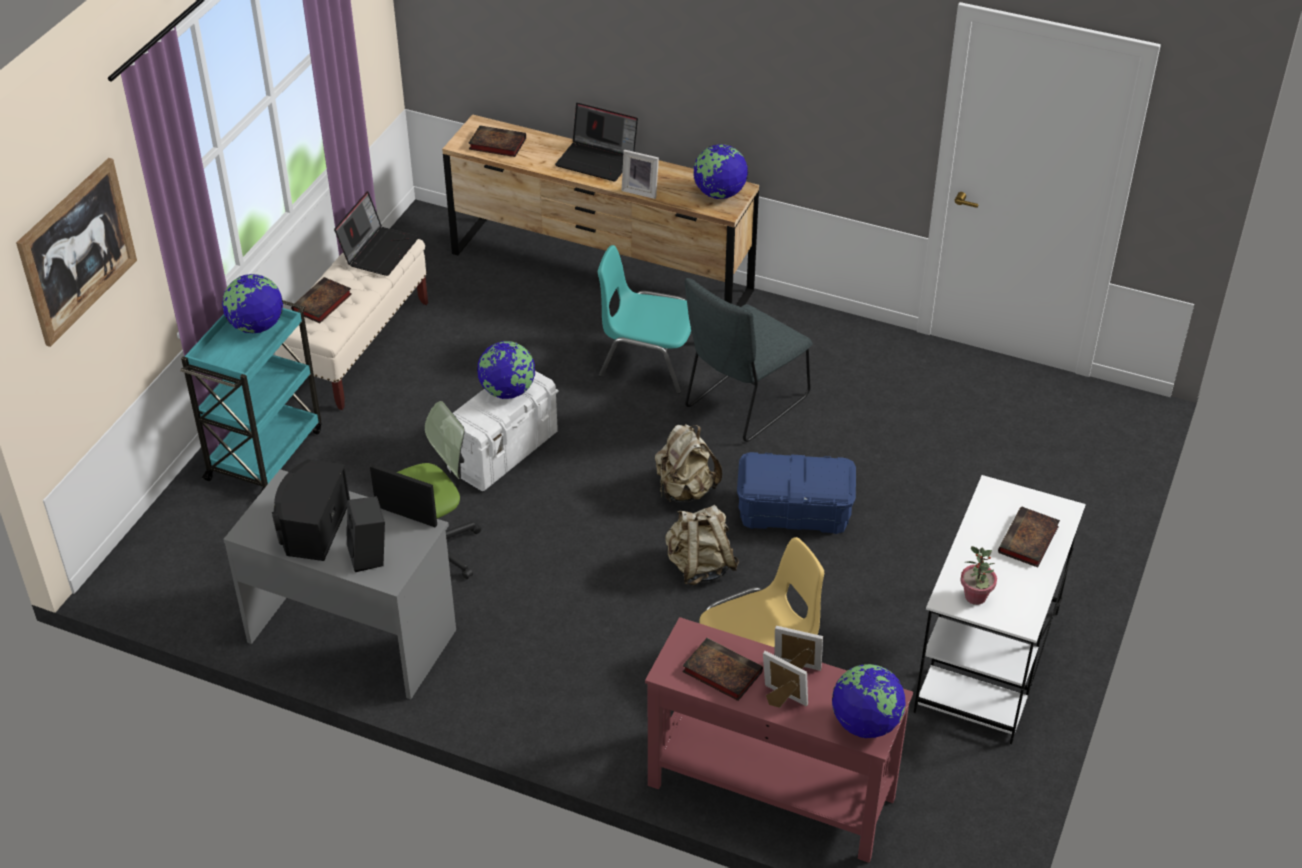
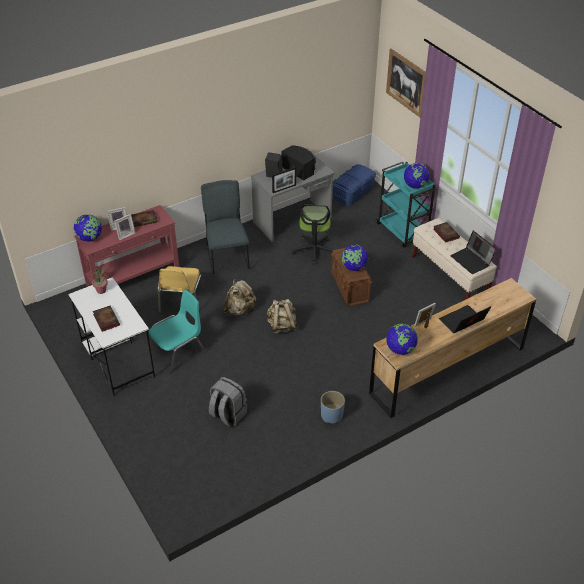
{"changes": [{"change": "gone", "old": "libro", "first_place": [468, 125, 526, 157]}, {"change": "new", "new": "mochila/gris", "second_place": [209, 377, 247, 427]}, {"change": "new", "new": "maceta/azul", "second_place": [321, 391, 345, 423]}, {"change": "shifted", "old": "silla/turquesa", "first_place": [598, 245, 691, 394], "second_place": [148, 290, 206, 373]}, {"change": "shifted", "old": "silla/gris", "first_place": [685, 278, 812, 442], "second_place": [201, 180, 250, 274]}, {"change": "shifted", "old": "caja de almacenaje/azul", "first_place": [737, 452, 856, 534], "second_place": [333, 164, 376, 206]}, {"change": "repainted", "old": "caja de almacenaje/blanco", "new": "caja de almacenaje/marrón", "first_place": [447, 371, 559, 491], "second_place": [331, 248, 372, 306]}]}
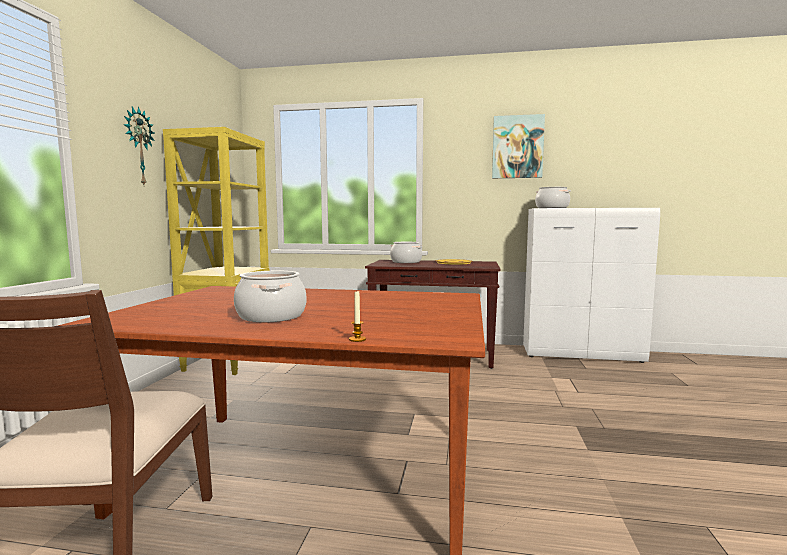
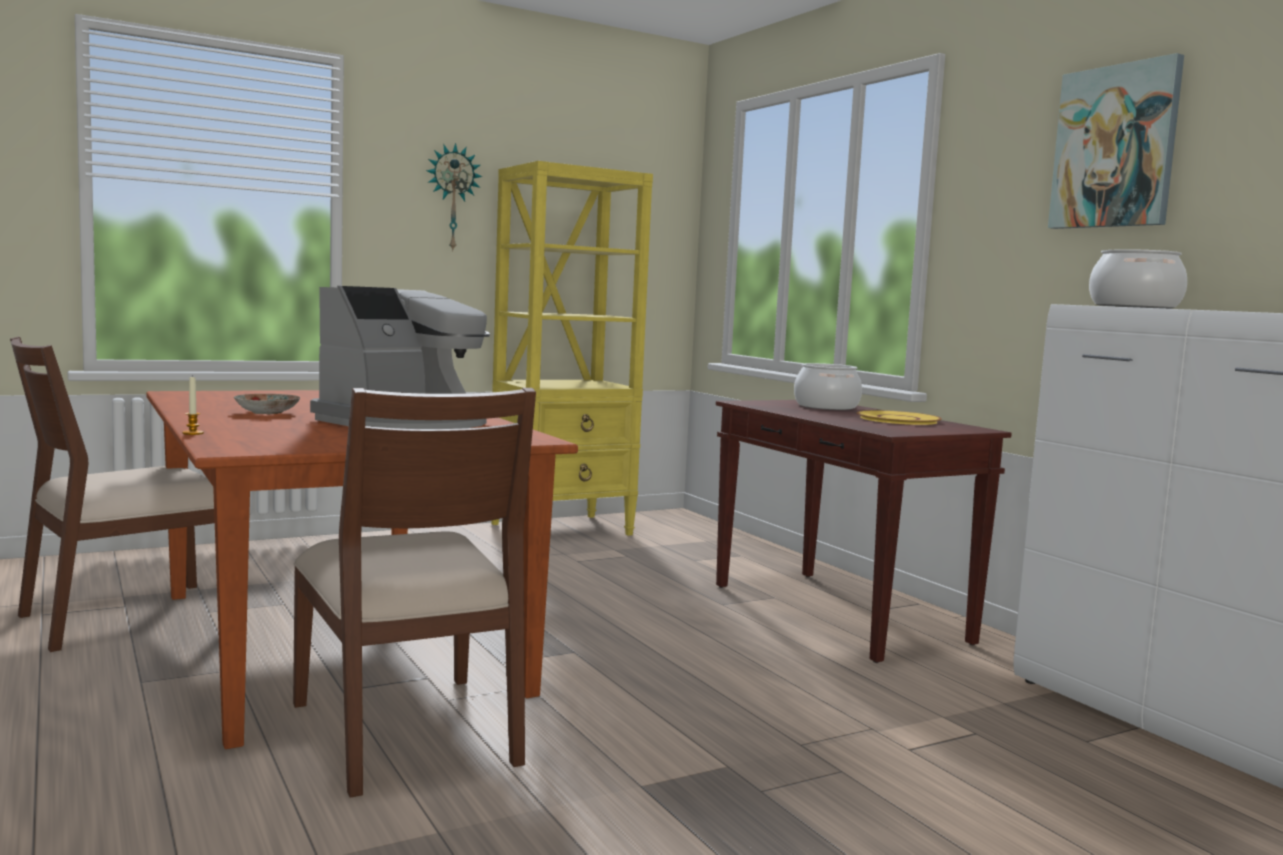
{"changes": [{"change": "new", "new": "silla/marrón", "second_place": [293, 388, 536, 798]}, {"change": "new", "new": "cafetera", "second_place": [310, 286, 490, 429]}, {"change": "swapped", "old": "olla", "new": "plato", "first_place": [234, 271, 307, 323], "second_place": [234, 394, 300, 414]}]}
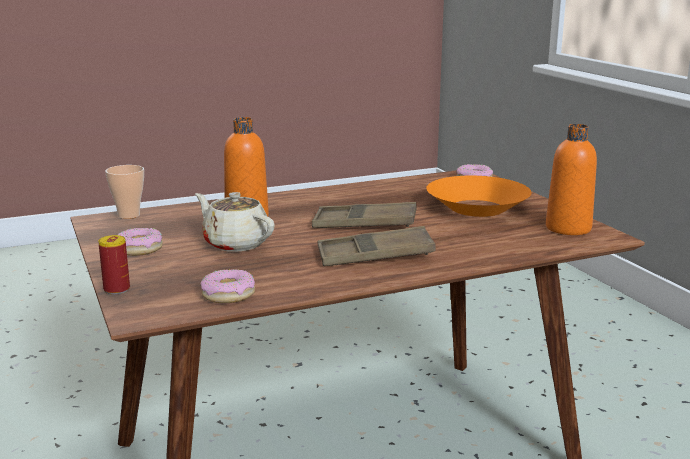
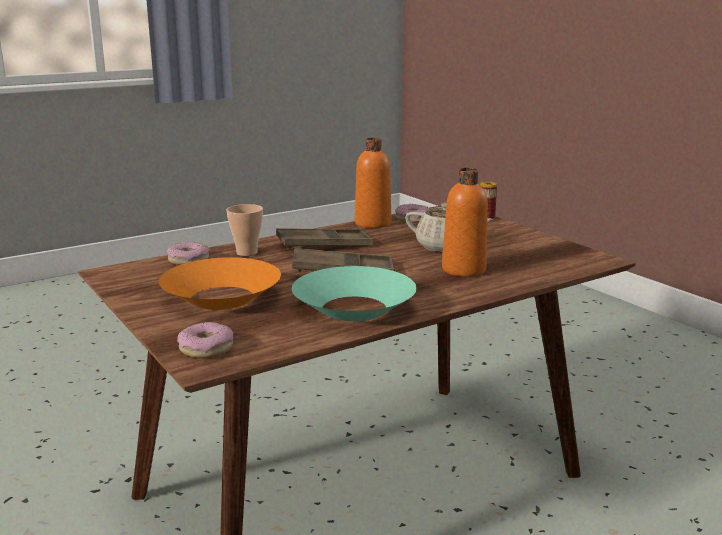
{"changes": [{"change": "new", "new": "cuenco/turquesa", "second_place": [292, 266, 417, 321]}, {"change": "shifted", "old": "taza", "first_place": [105, 165, 144, 219], "second_place": [227, 204, 263, 256]}, {"change": "shifted", "old": "rosquilla", "first_place": [117, 228, 163, 256], "second_place": [167, 242, 210, 265]}, {"change": "shifted", "old": "botella/naranja", "first_place": [546, 124, 597, 235], "second_place": [355, 138, 391, 228]}]}
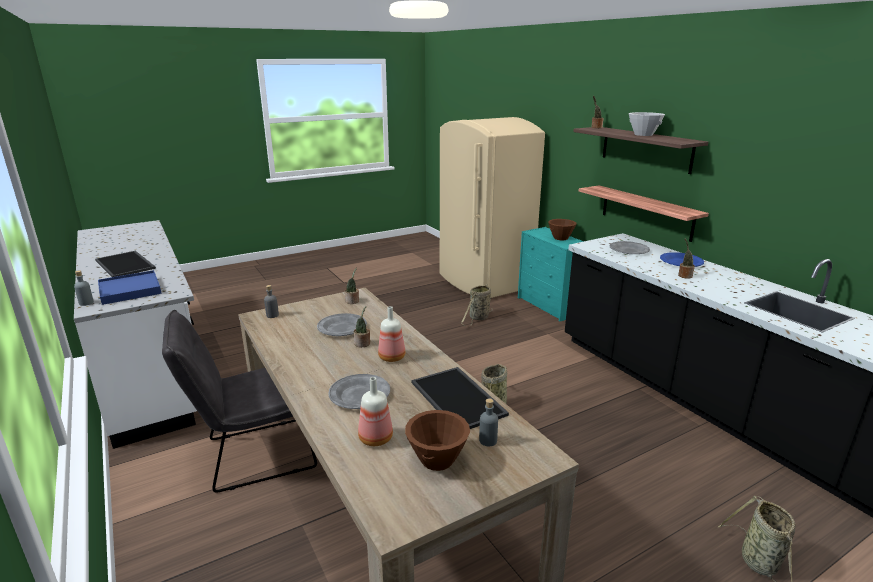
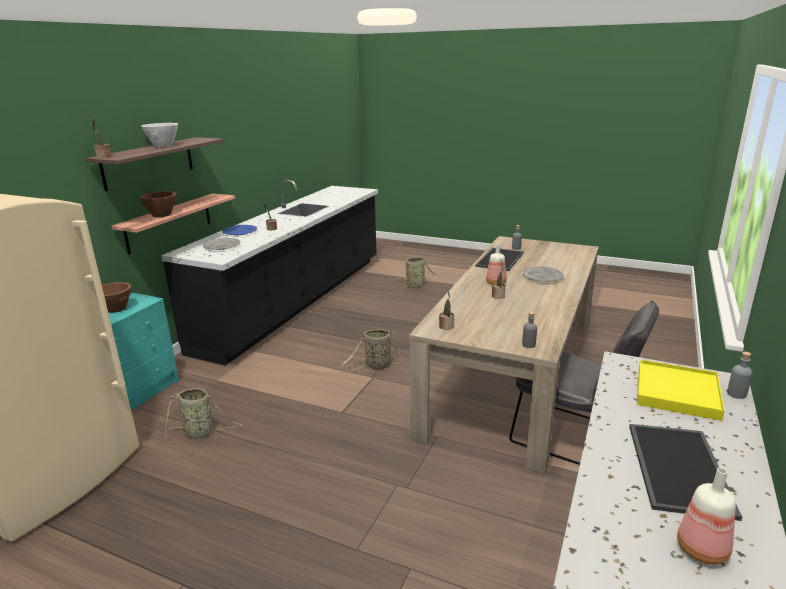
{"changes": [{"change": "gone", "old": "plato/gris", "first_place": [317, 313, 367, 336]}, {"change": "shifted", "old": "botella", "first_place": [358, 377, 393, 446], "second_place": [677, 467, 736, 565]}, {"change": "shifted", "old": "cuenco/marrón", "first_place": [405, 410, 470, 471], "second_place": [140, 191, 177, 217]}, {"change": "repainted", "old": "bandeja/azul", "new": "bandeja/amarillo", "first_place": [98, 270, 162, 305], "second_place": [637, 360, 725, 421]}]}
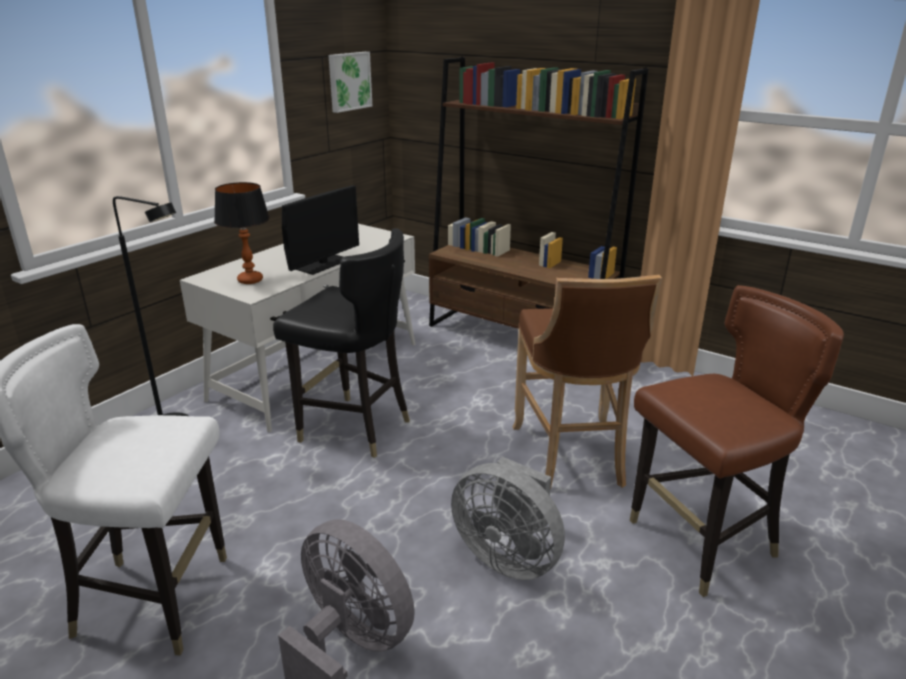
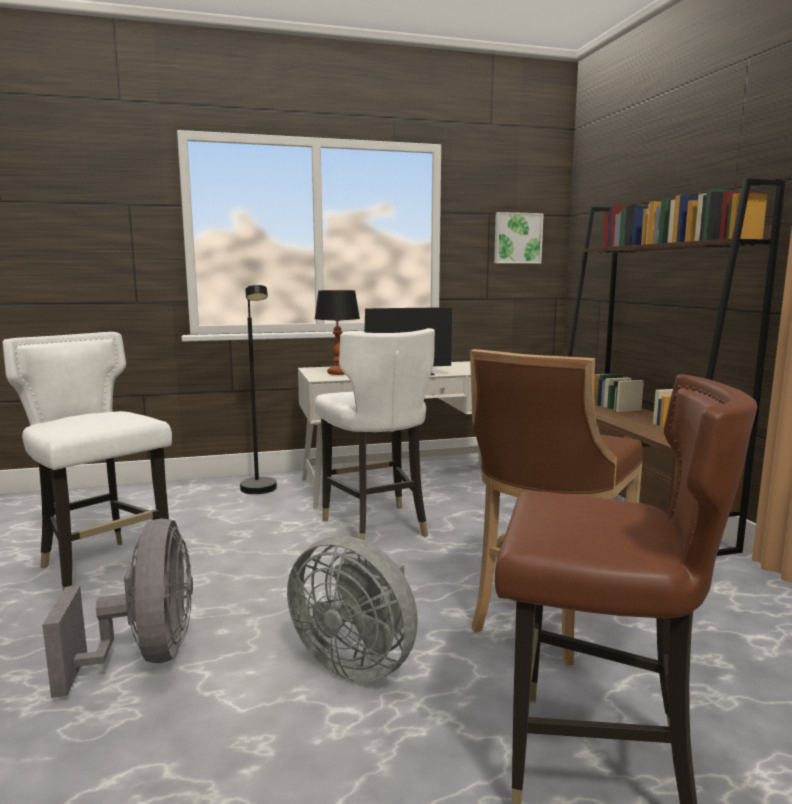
{"changes": [{"change": "repainted", "old": "silla/negro", "new": "silla/blanco", "first_place": [273, 229, 410, 458], "second_place": [314, 328, 435, 540]}, {"change": "rotated", "old": "ventilador/gris", "first_place": [451, 457, 565, 580], "second_place": [287, 536, 418, 682], "degrees": -45}]}
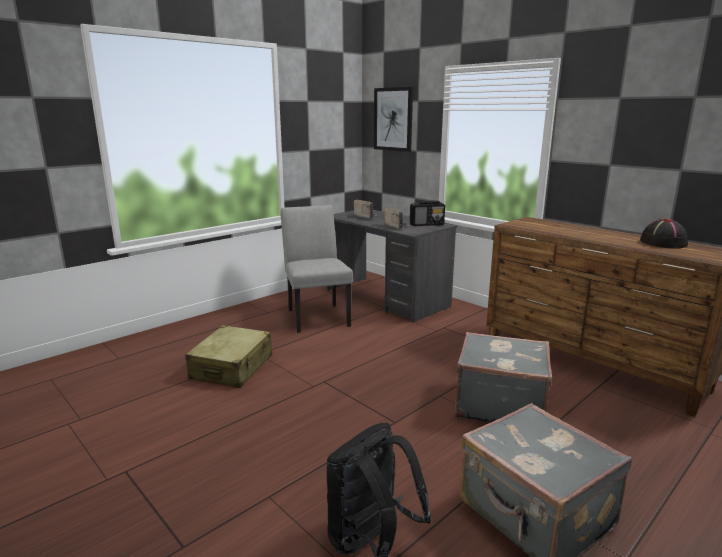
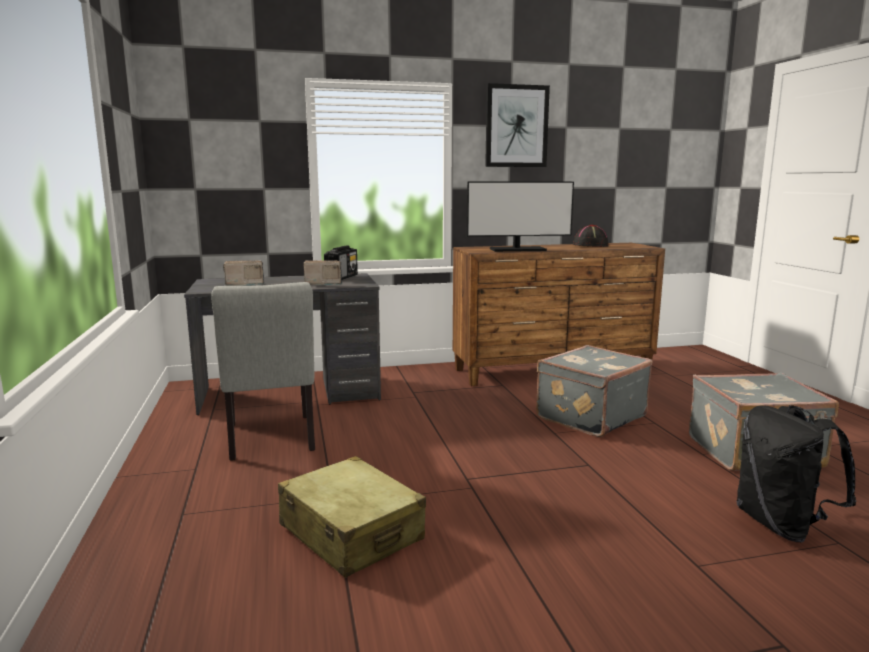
{"changes": [{"change": "new", "new": "monitor", "second_place": [467, 182, 574, 252]}, {"change": "shifted", "old": "cuadro", "first_place": [374, 87, 413, 152], "second_place": [485, 83, 550, 167]}, {"change": "rotated", "old": "silla/gris", "first_place": [280, 205, 353, 333], "second_place": [211, 282, 315, 460], "degrees": -120}]}
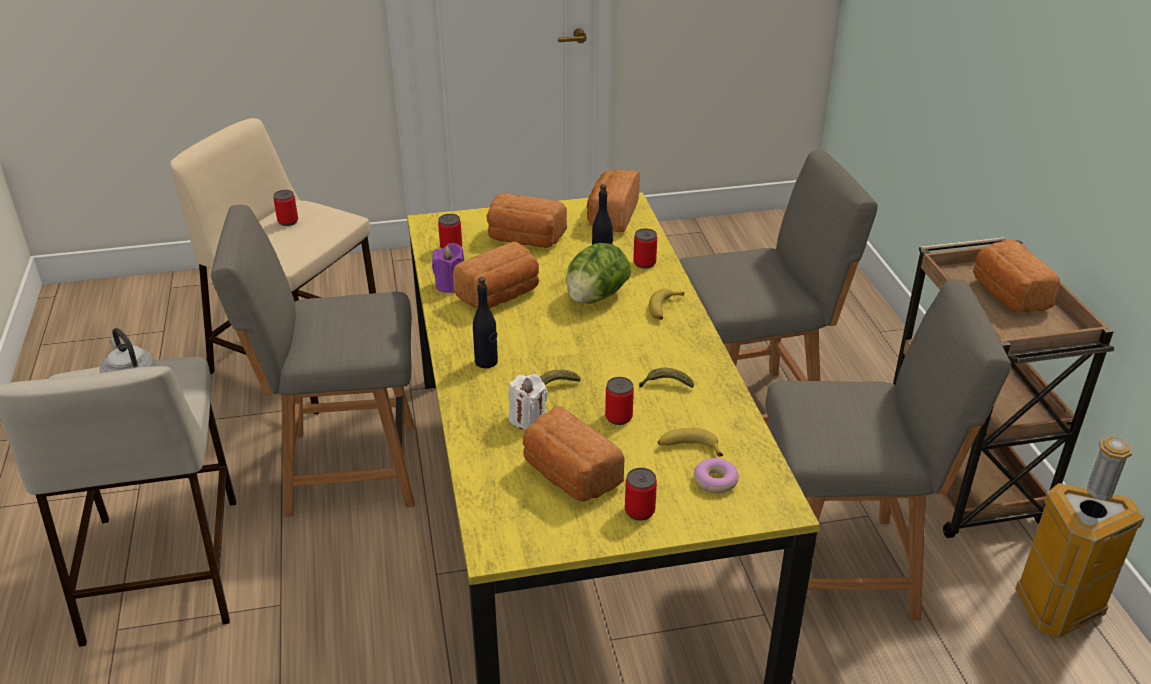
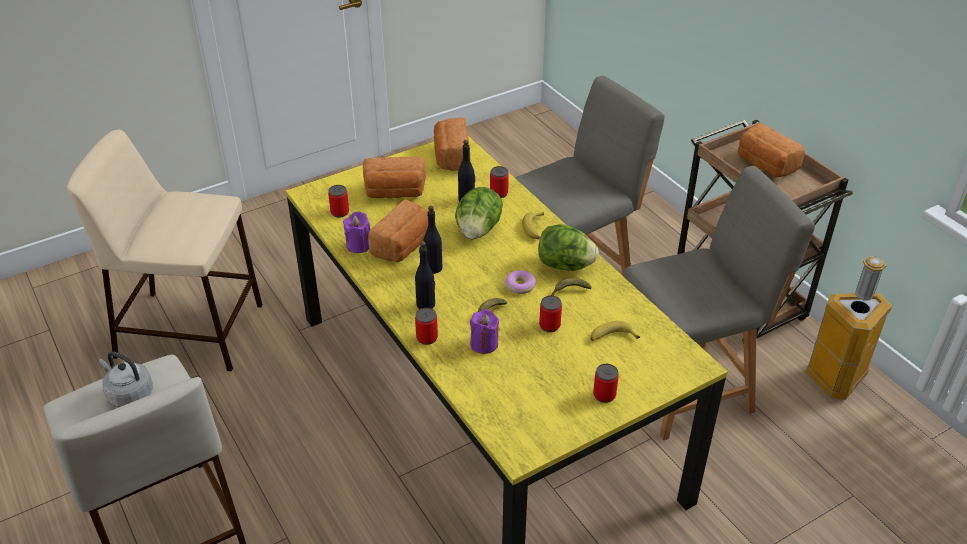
{"changes": [{"change": "gone", "old": "silla/gris", "first_place": [211, 205, 414, 517]}, {"change": "gone", "old": "pan", "first_place": [523, 406, 625, 502]}, {"change": "new", "new": "botella/negro", "second_place": [423, 206, 442, 274]}, {"change": "new", "new": "lechuga", "second_place": [538, 224, 599, 271]}, {"change": "shifted", "old": "lata", "first_place": [274, 190, 298, 226], "second_place": [415, 308, 438, 345]}, {"change": "shifted", "old": "rosquilla", "first_place": [694, 458, 739, 493], "second_place": [505, 270, 536, 294]}, {"change": "repainted", "old": "vela/blanco", "new": "vela/morado", "first_place": [508, 374, 548, 430], "second_place": [470, 309, 499, 354]}]}
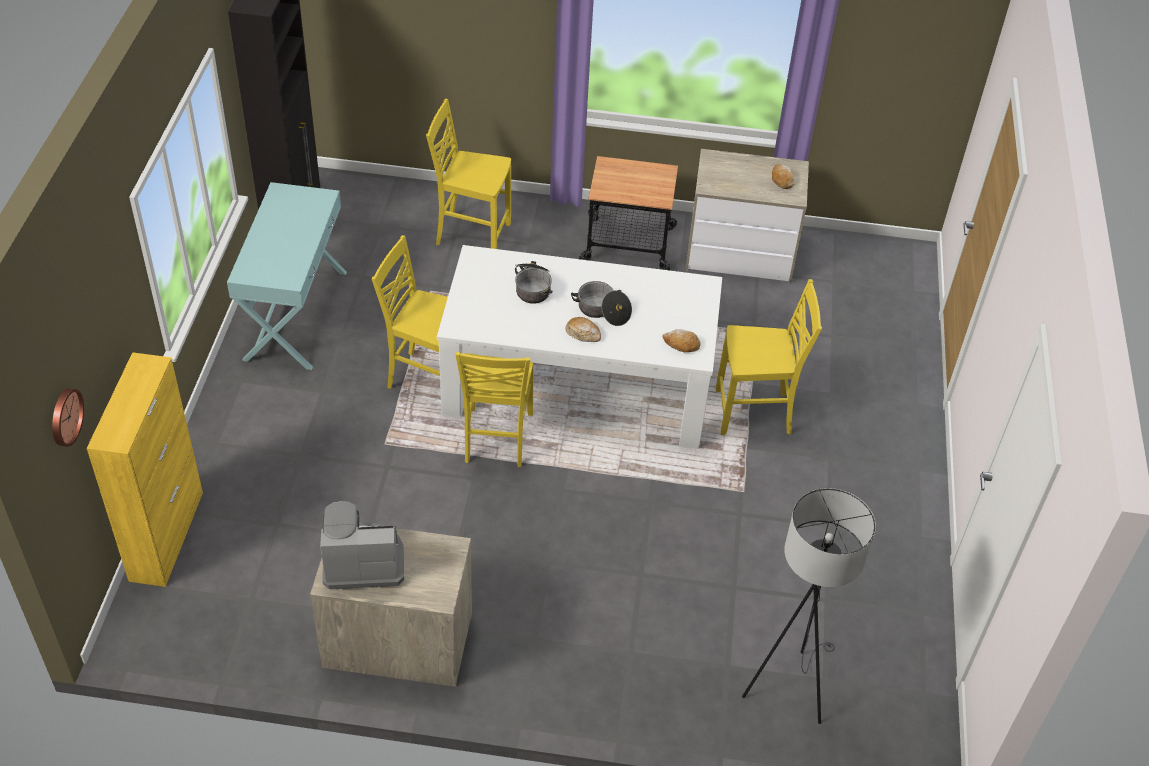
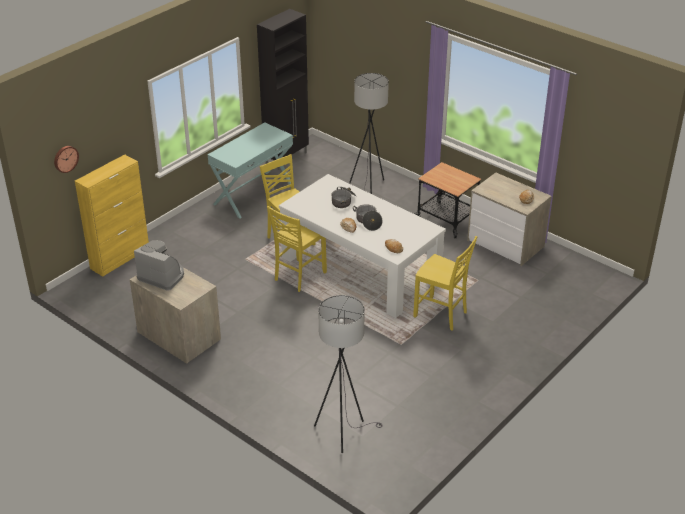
{"changes": [{"change": "swapped", "old": "silla/amarillo", "new": "lámpara de pie/gris", "first_place": [426, 99, 511, 249], "second_place": [349, 73, 389, 194]}]}
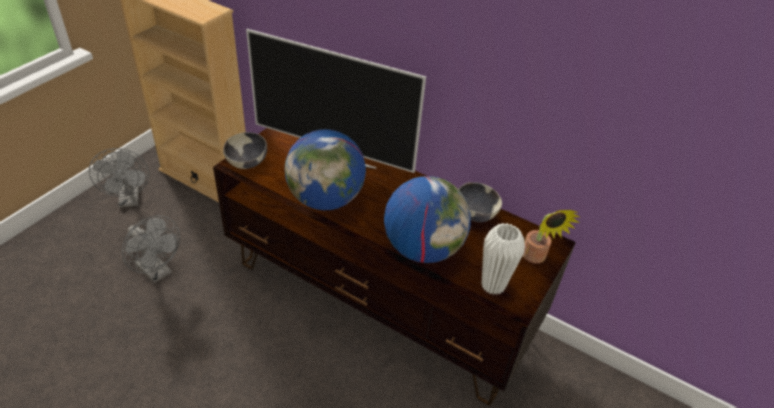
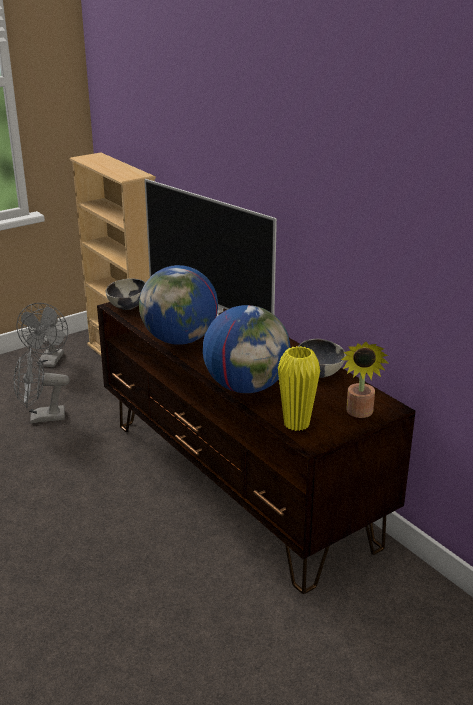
{"changes": [{"change": "repainted", "old": "florero/blanco", "new": "florero/amarillo", "first_place": [482, 223, 525, 295], "second_place": [278, 346, 320, 431]}, {"change": "rotated", "old": "ventilador/gris", "first_place": [122, 215, 180, 283], "second_place": [14, 348, 70, 423], "degrees": 105}]}
